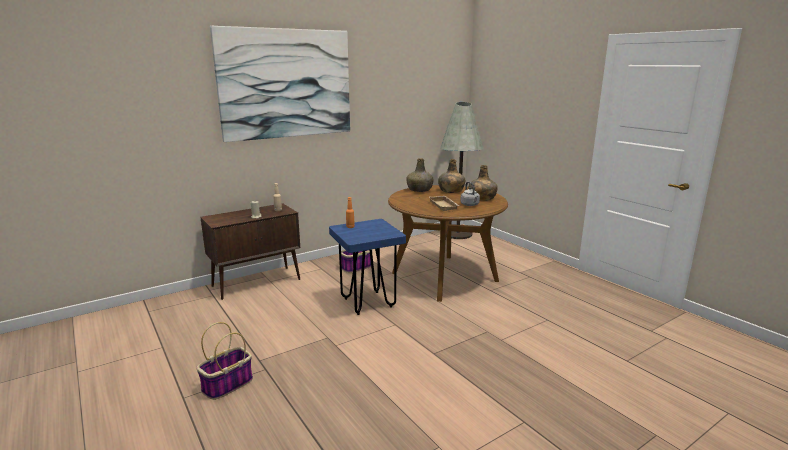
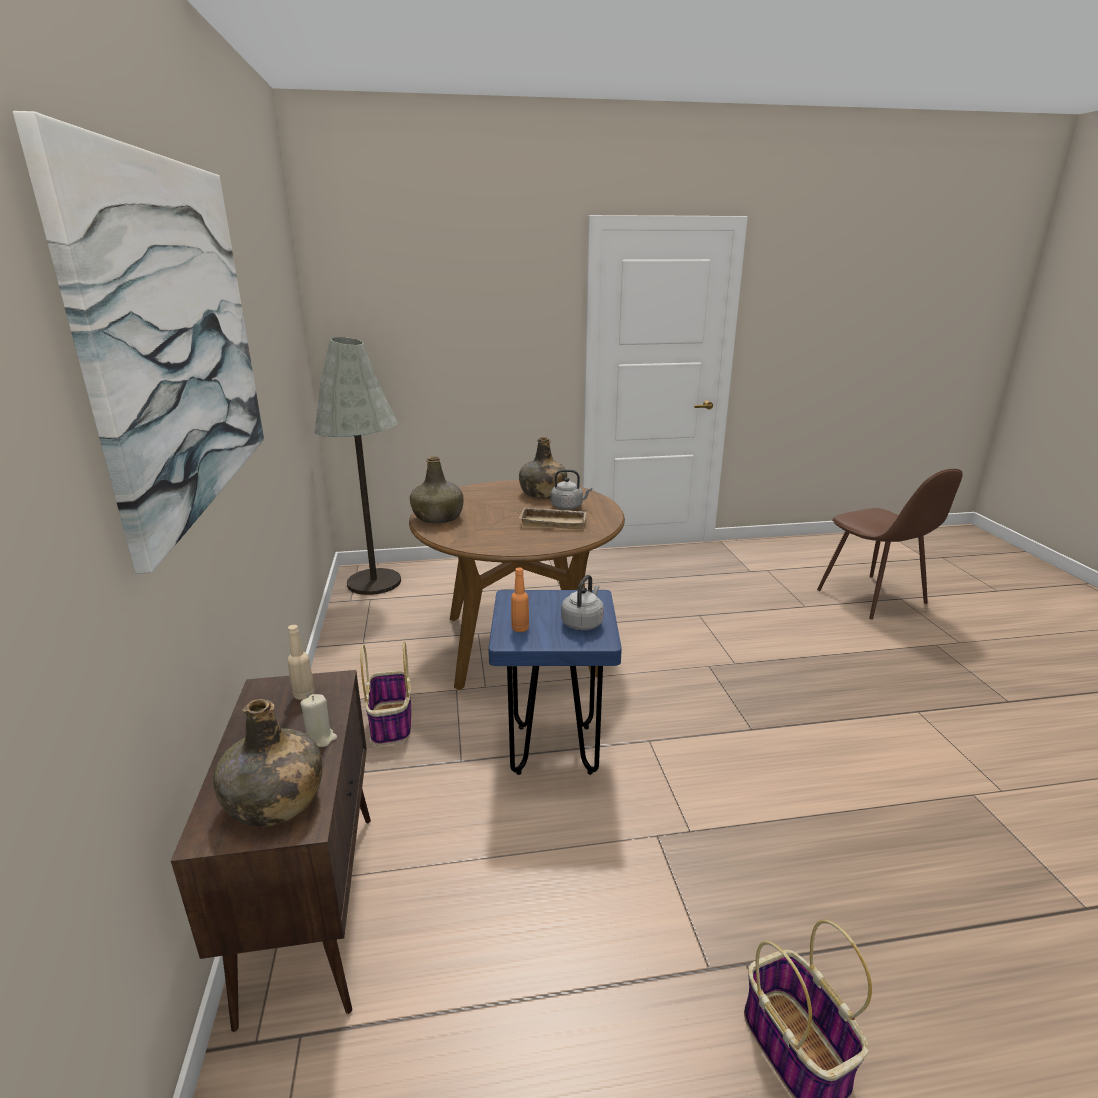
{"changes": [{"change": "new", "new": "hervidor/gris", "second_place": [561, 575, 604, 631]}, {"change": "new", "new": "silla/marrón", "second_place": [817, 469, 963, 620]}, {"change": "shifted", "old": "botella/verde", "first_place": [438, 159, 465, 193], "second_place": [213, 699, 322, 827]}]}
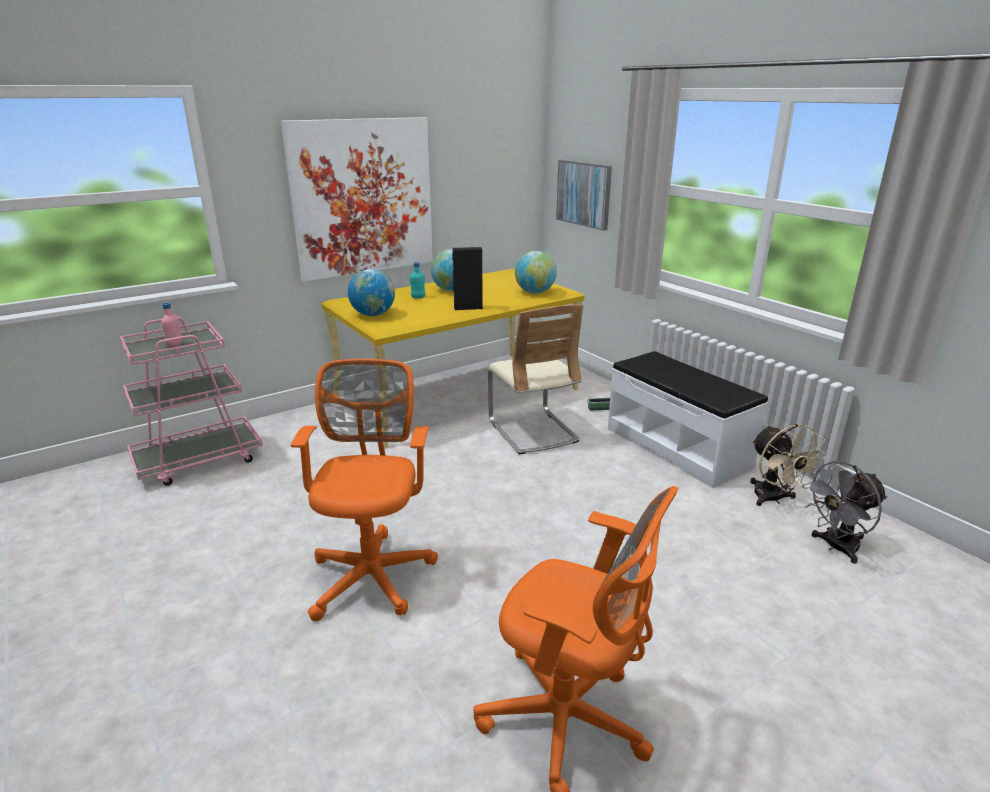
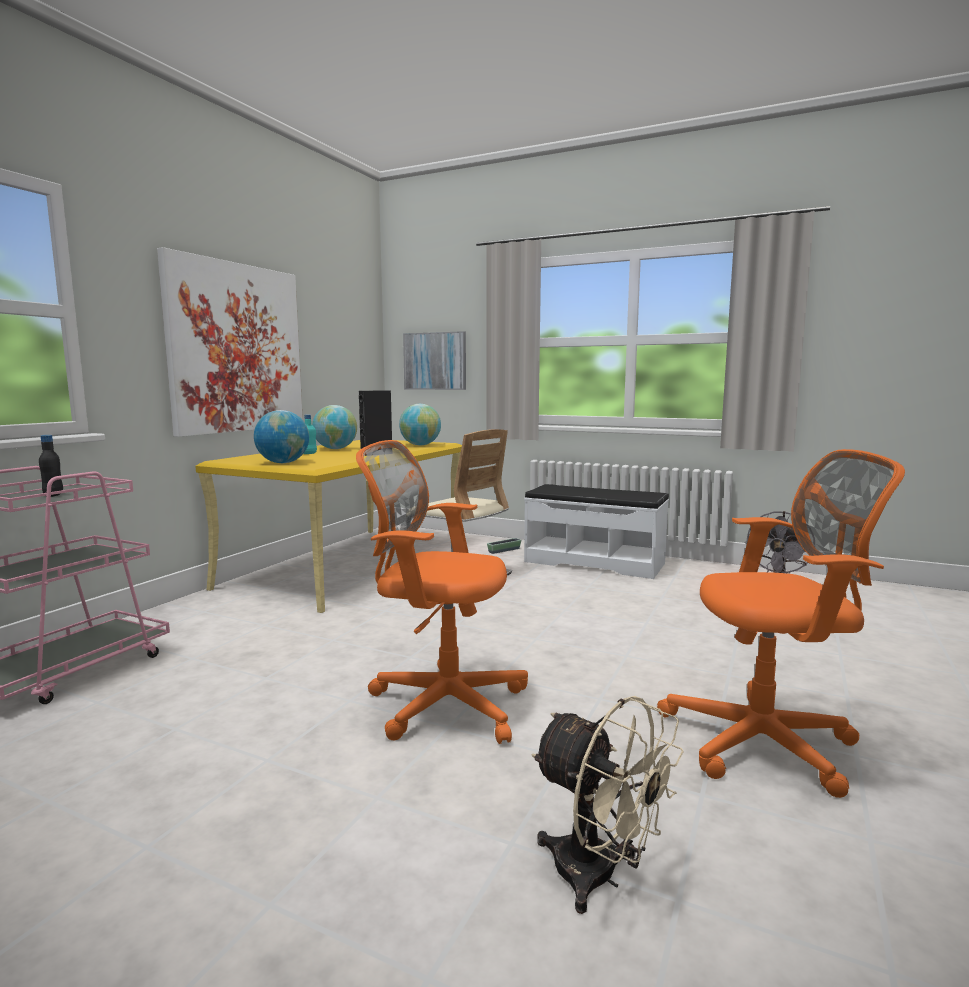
{"changes": [{"change": "shifted", "old": "ventilador/beis", "first_place": [750, 424, 827, 506], "second_place": [531, 696, 684, 914]}, {"change": "repainted", "old": "botella/rosa", "new": "botella/negro", "first_place": [161, 303, 182, 347], "second_place": [39, 435, 63, 497]}, {"change": "rotated", "old": "silla de oficina/naranja", "first_place": [291, 359, 438, 621], "second_place": [356, 440, 528, 744], "degrees": -45}]}
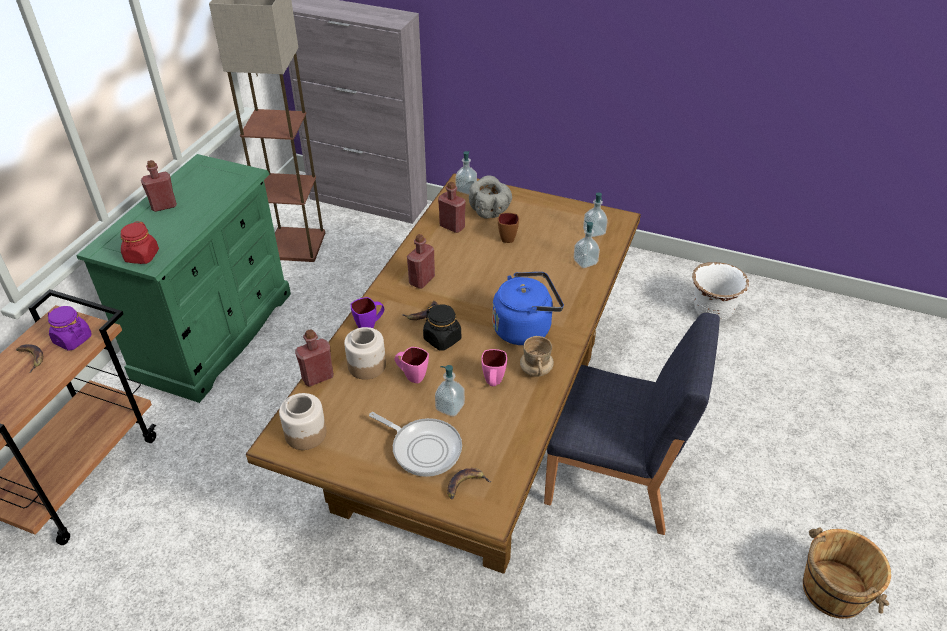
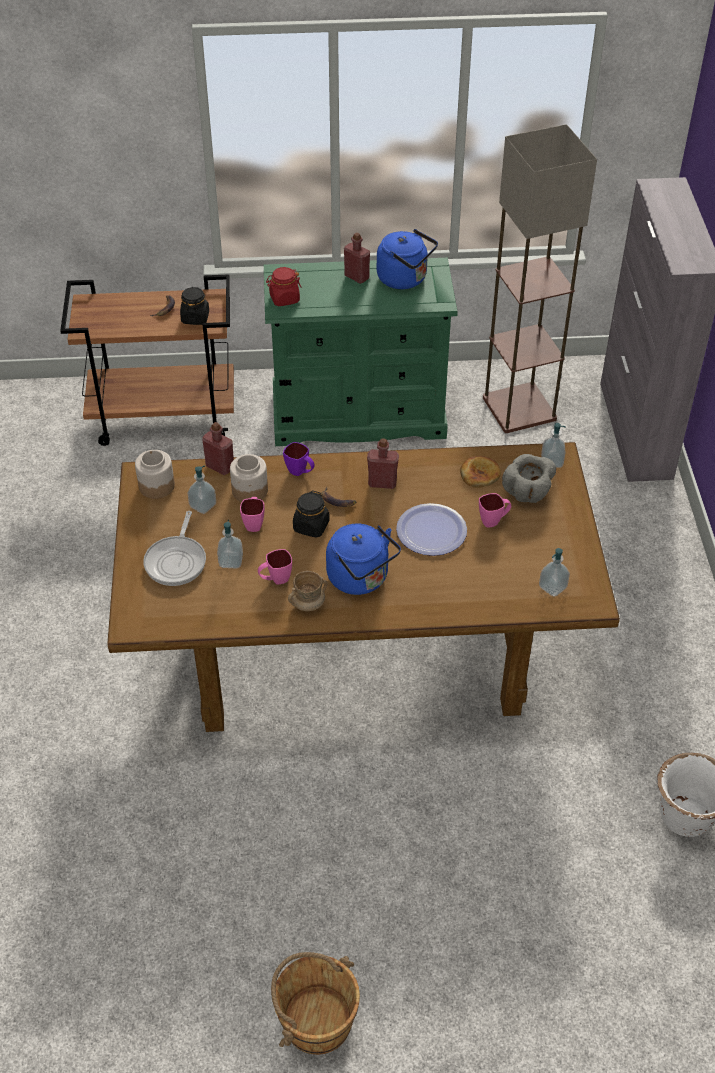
{"changes": [{"change": "gone", "old": "plátano", "first_place": [447, 468, 492, 499]}, {"change": "gone", "old": "silla/azul", "first_place": [544, 313, 720, 535]}, {"change": "new", "new": "hervidor/azul", "second_place": [377, 229, 438, 289]}, {"change": "new", "new": "plato", "second_place": [396, 503, 467, 556]}, {"change": "shifted", "old": "dispensador de jabón", "first_place": [574, 221, 600, 268], "second_place": [187, 465, 216, 514]}, {"change": "swapped", "old": "botella/rojo", "new": "pan", "first_place": [438, 182, 466, 233], "second_place": [460, 456, 501, 488]}, {"change": "repainted", "old": "tarro/morado", "new": "tarro/negro", "first_place": [48, 306, 92, 351], "second_place": [180, 287, 209, 325]}, {"change": "repainted", "old": "taza grande/marrón", "new": "taza grande/rosa", "first_place": [498, 213, 519, 243], "second_place": [479, 493, 511, 528]}]}
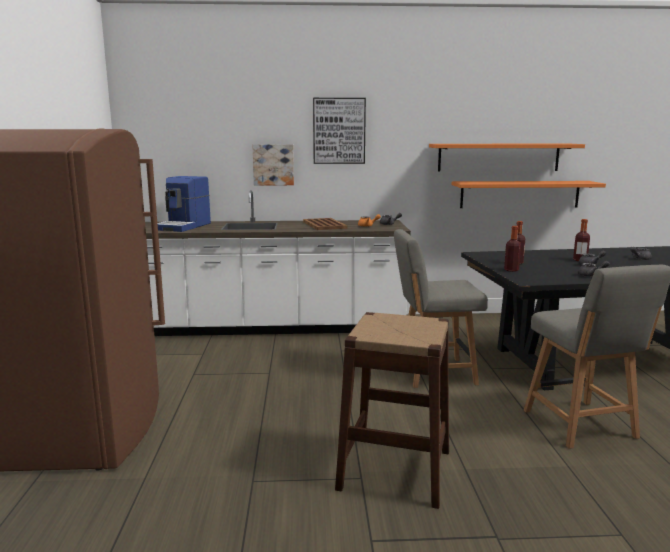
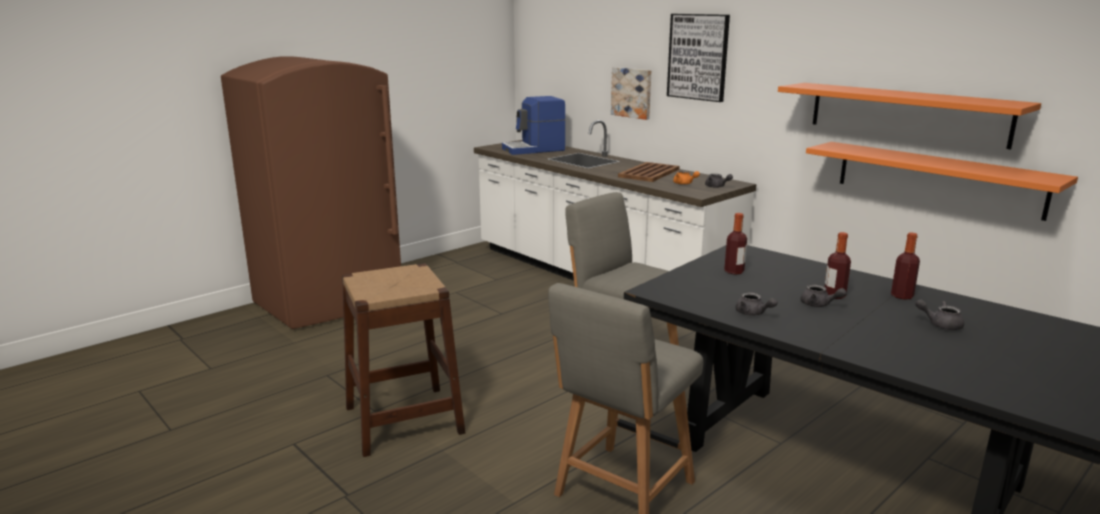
{"changes": [{"change": "shifted", "old": "botella", "first_place": [504, 226, 521, 272], "second_place": [891, 233, 920, 300]}]}
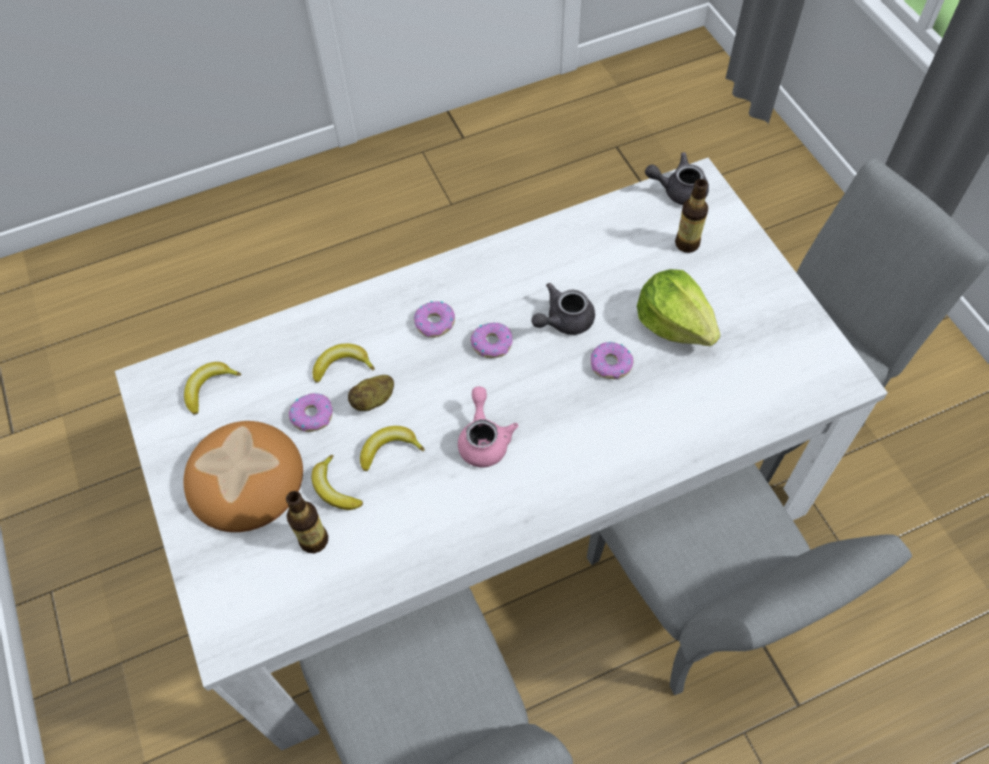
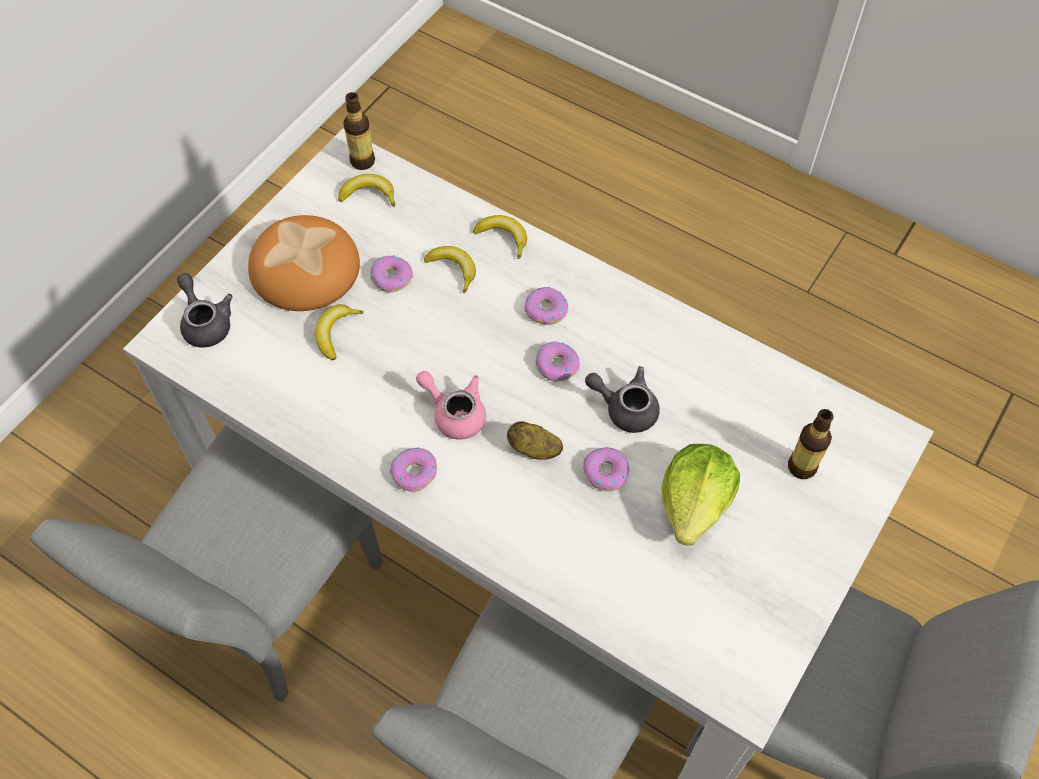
{"changes": [{"change": "new", "new": "rosquilla", "second_place": [390, 447, 437, 492]}, {"change": "shifted", "old": "botella", "first_place": [286, 491, 328, 553], "second_place": [344, 92, 375, 170]}, {"change": "shifted", "old": "patata", "first_place": [348, 375, 394, 411], "second_place": [507, 421, 563, 460]}, {"change": "shifted", "old": "plátano", "first_place": [360, 426, 425, 471], "second_place": [473, 215, 527, 259]}, {"change": "shifted", "old": "tetera/gris", "first_place": [645, 152, 709, 205], "second_place": [177, 273, 233, 348]}, {"change": "rotated", "old": "tetera/rosa", "first_place": [458, 386, 519, 468], "second_place": [416, 371, 486, 440], "degrees": -105}]}
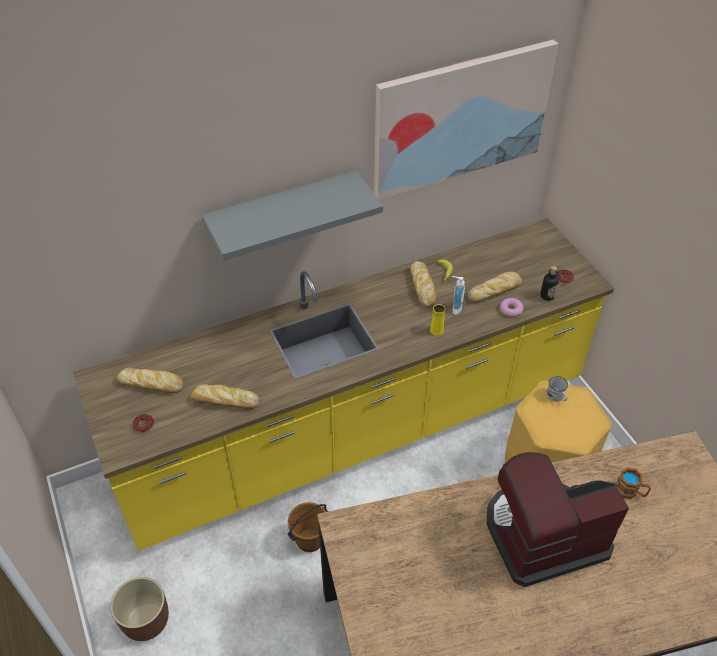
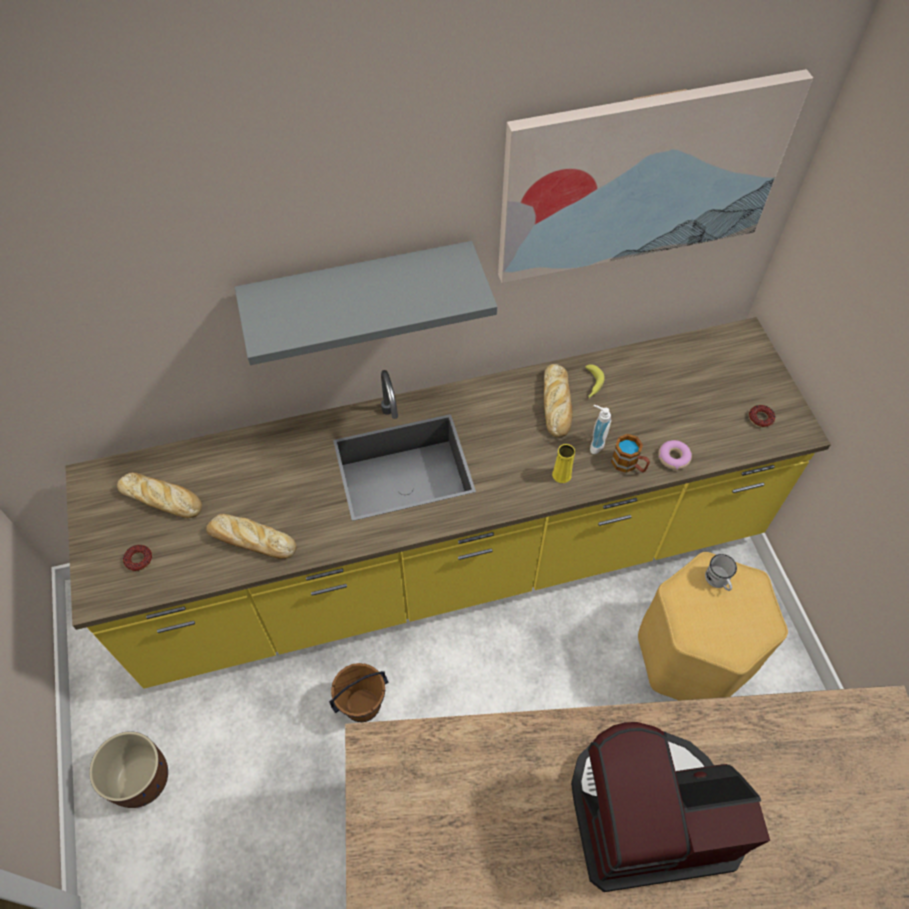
{"changes": [{"change": "gone", "old": "pan", "first_place": [468, 272, 522, 303]}, {"change": "gone", "old": "botella", "first_place": [540, 266, 559, 301]}, {"change": "shifted", "old": "taza grande", "first_place": [616, 468, 651, 499], "second_place": [611, 434, 650, 473]}]}
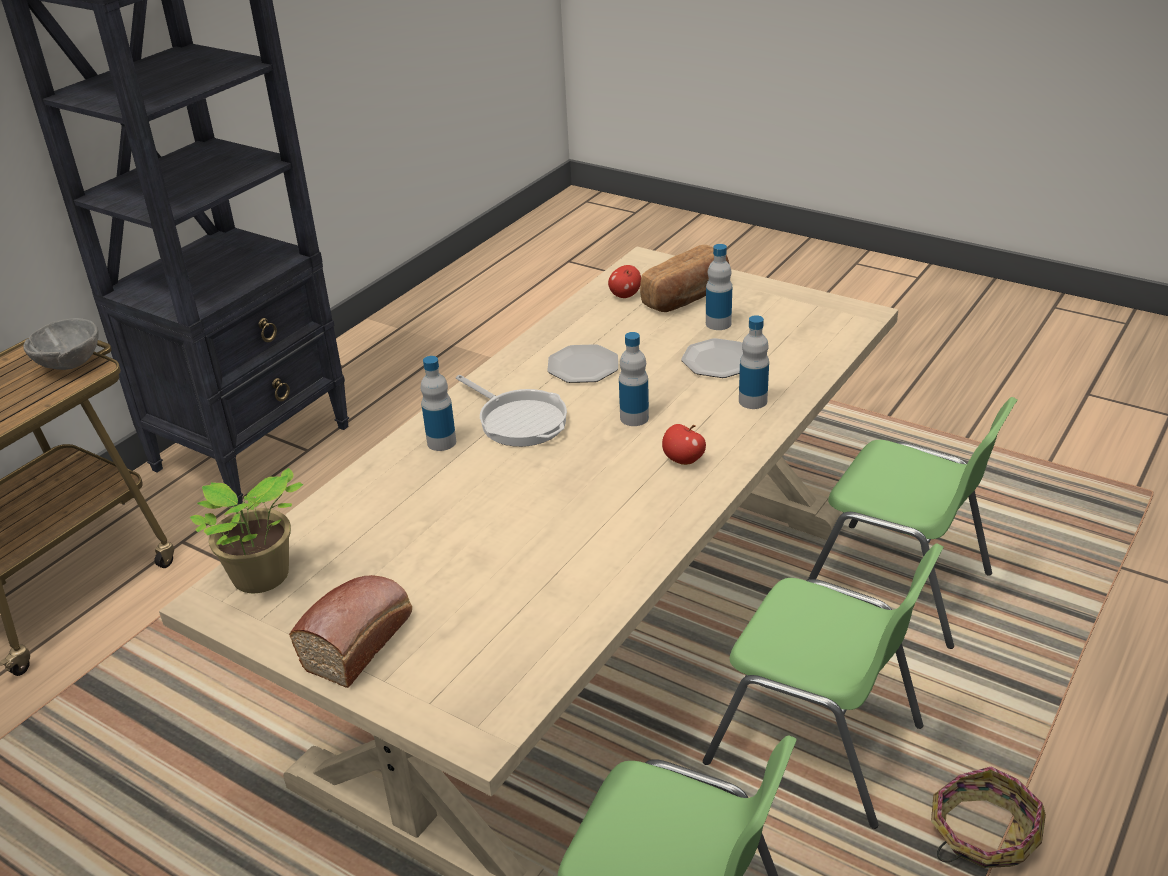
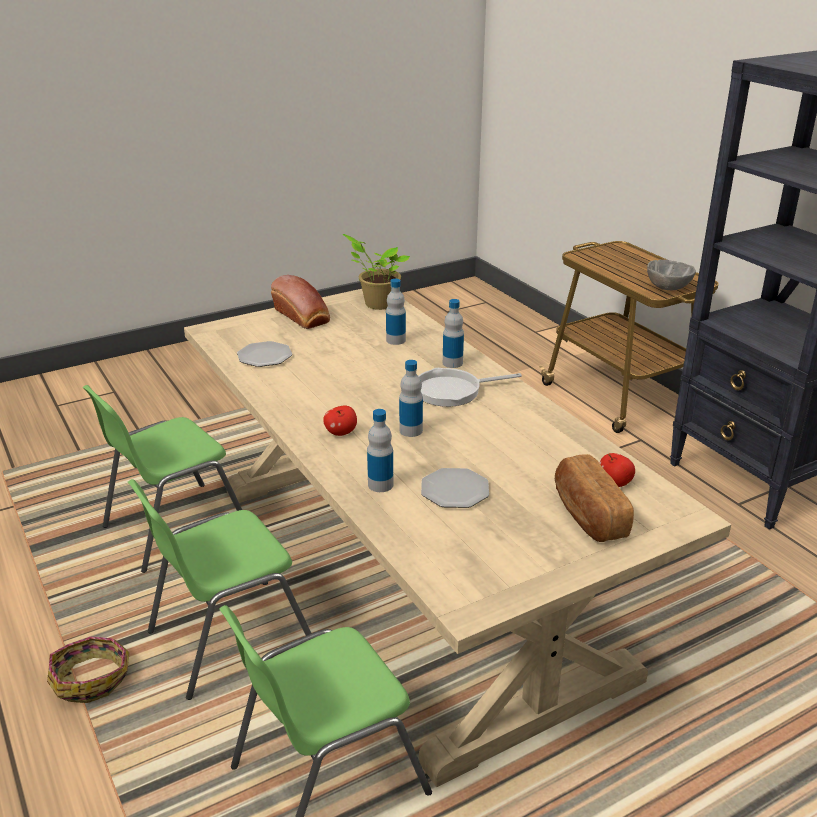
{"changes": [{"change": "shifted", "old": "plato", "first_place": [547, 344, 618, 383], "second_place": [237, 341, 292, 367]}, {"change": "shifted", "old": "botella", "first_place": [706, 244, 732, 330], "second_place": [386, 279, 406, 345]}]}
